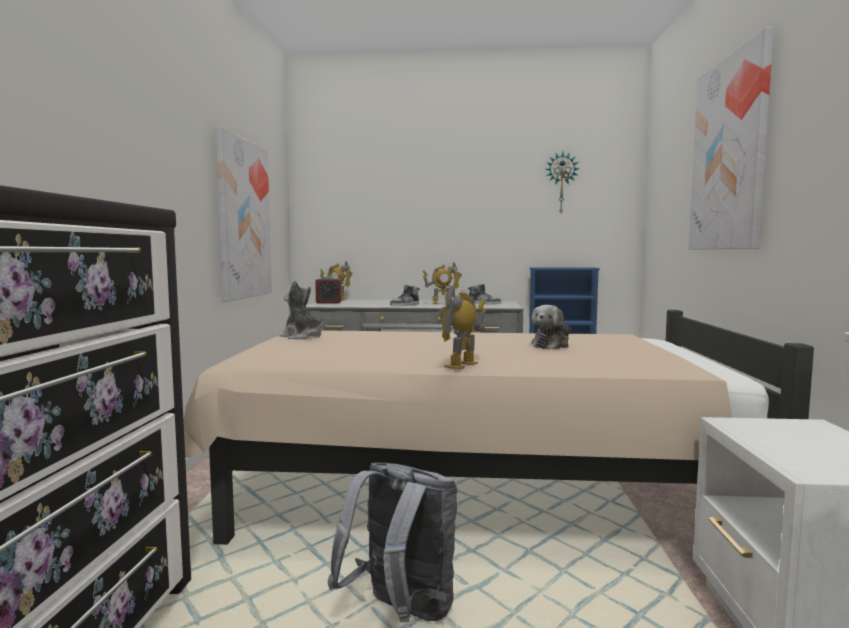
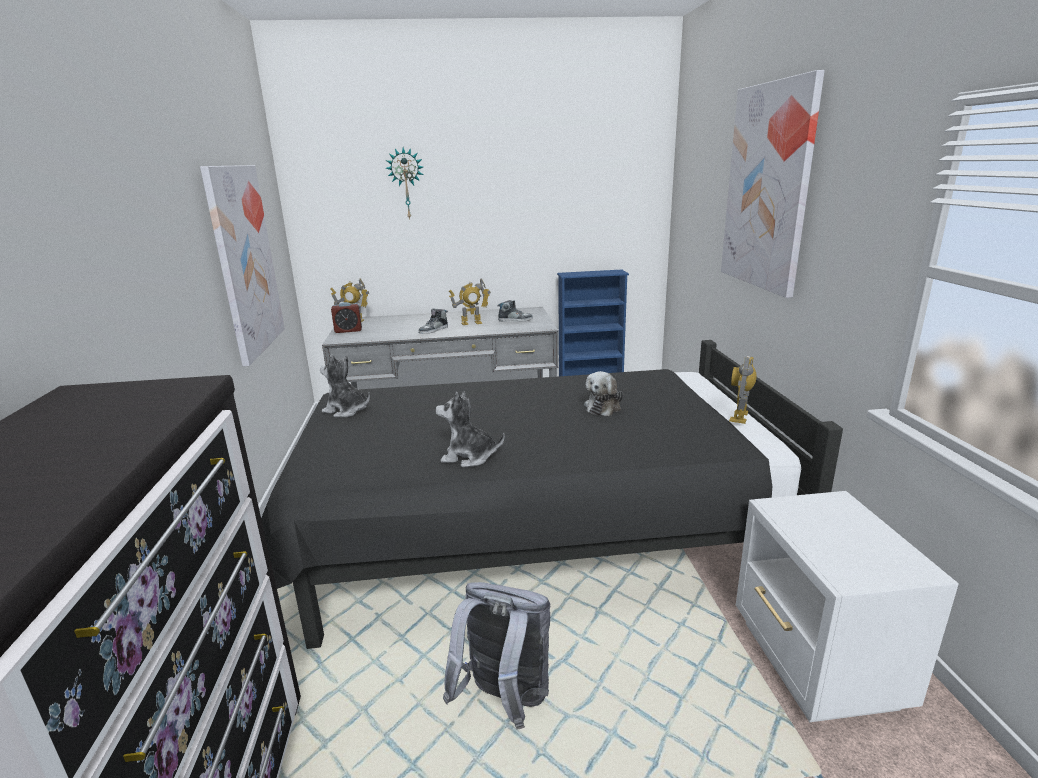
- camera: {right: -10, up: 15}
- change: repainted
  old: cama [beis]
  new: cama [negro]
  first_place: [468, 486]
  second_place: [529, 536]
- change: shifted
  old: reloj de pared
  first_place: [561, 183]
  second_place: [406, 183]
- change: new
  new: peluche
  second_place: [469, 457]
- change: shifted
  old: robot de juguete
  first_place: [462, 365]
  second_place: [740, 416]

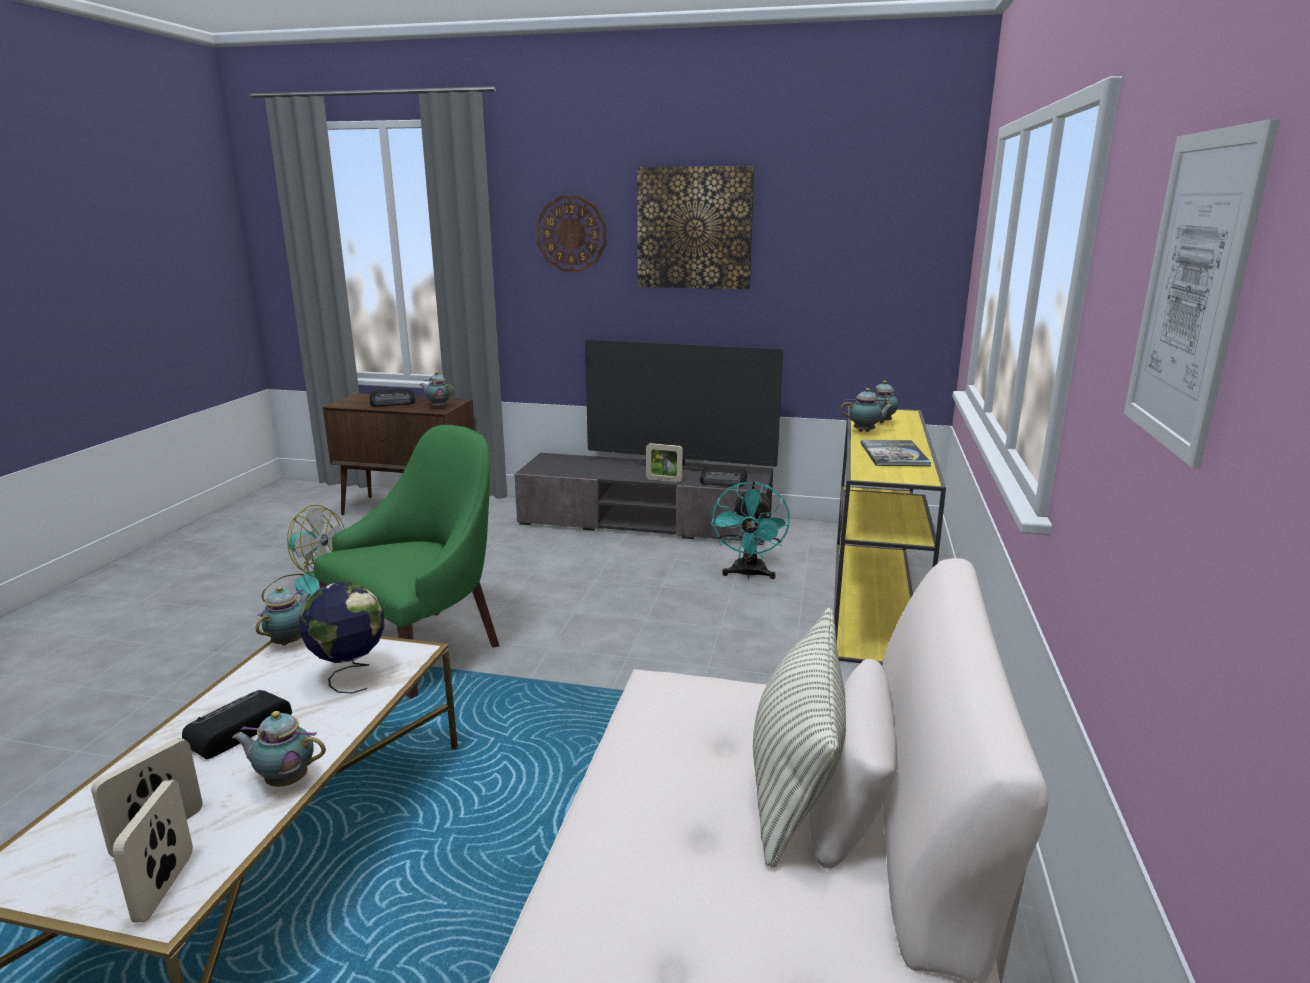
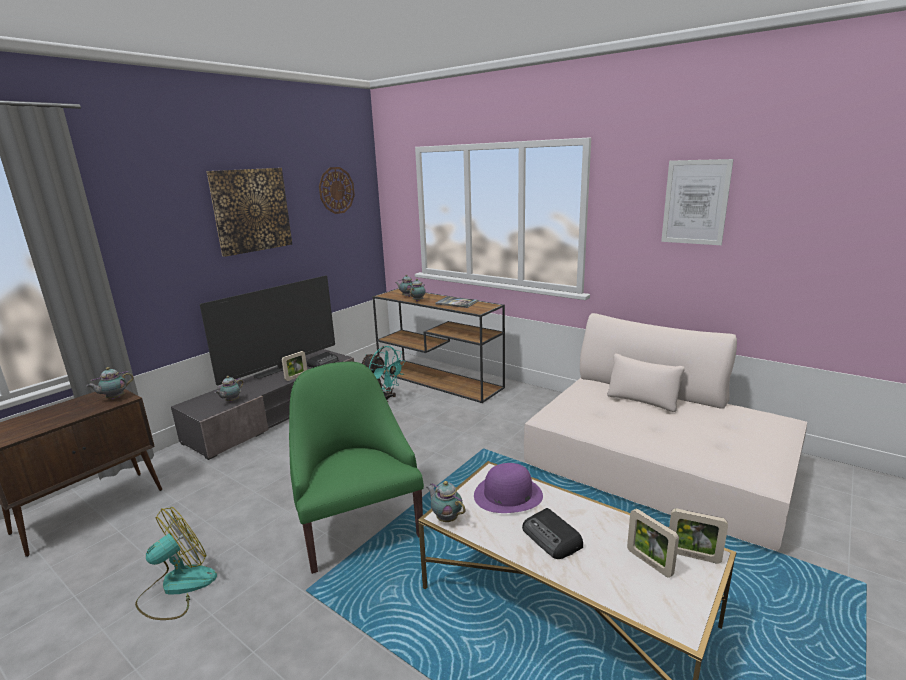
- camera: {right: -65, up: 0}
- change: shifted
  old: tetera
  first_place: [284, 780]
  second_place: [231, 401]
- change: shifted
  old: reloj de pared
  first_place: [571, 234]
  second_place: [336, 190]
- change: repainted
  old: mesa consola [amarillo]
  new: mesa consola [marrón]
  first_place: [874, 599]
  second_place: [440, 380]
- change: swapped
  old: globo terráqueo
  new: sombrero [morado]
  first_place: [350, 676]
  second_place: [507, 495]
- change: gone
  old: radio
  first_place: [393, 402]
- change: gone
  old: cojín
  first_place: [795, 779]

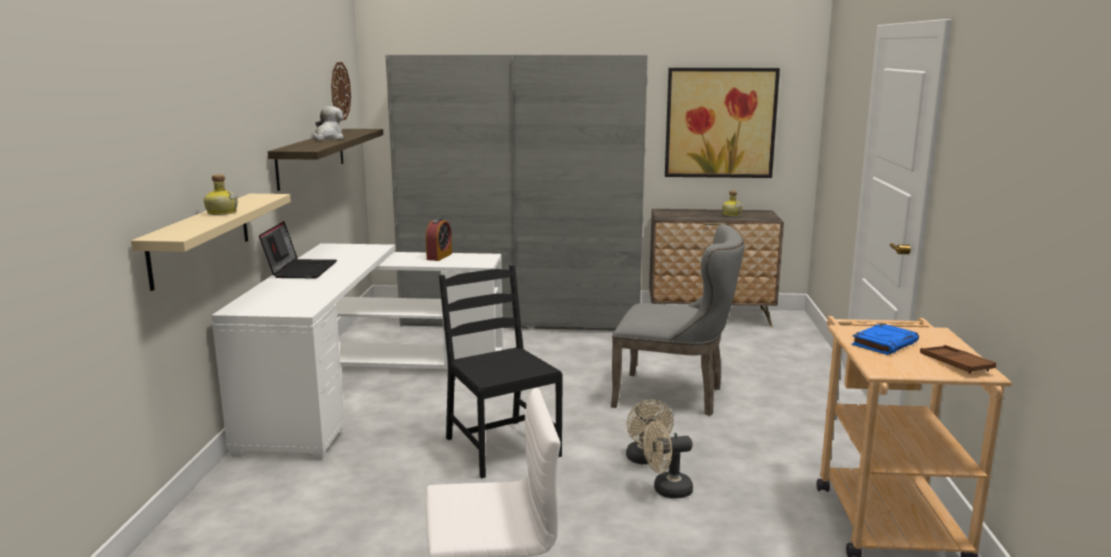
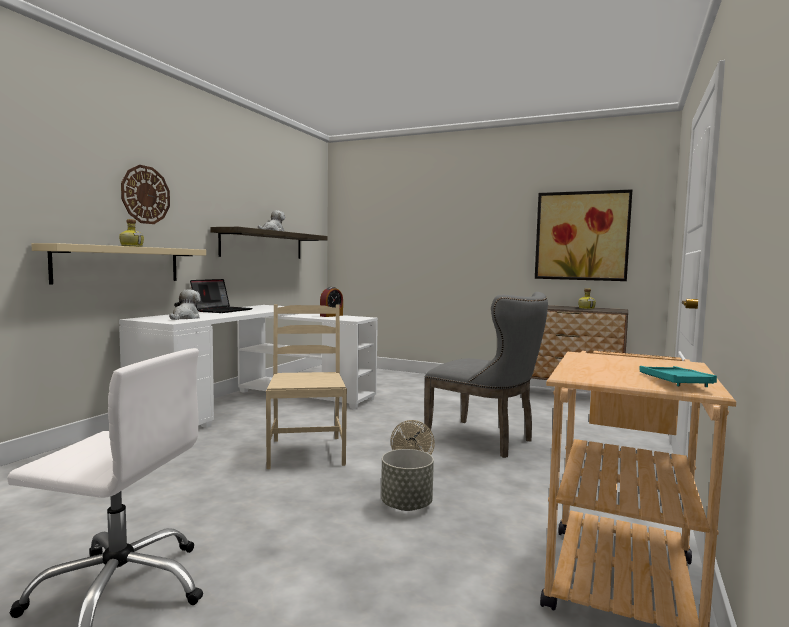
- camera: {right: 20, up: -10}
- change: shifted
  old: reloj de pared
  first_place: [340, 91]
  second_place: [145, 195]
- change: new
  new: peluche
  second_place: [185, 318]
- change: repainted
  old: silla [negro]
  new: silla [beis]
  first_place: [500, 447]
  second_place: [306, 451]
- change: swapped
  old: ventilador [beis]
  new: maceta [gris]
  first_place: [666, 490]
  second_place: [406, 505]
- change: repainted
  old: bandeja [marrón]
  new: bandeja [turquesa]
  first_place: [955, 364]
  second_place: [674, 381]
- change: gone
  old: armario ropero [gris]
  first_place: [523, 317]
- change: gone
  old: libro [azul]
  first_place: [884, 343]

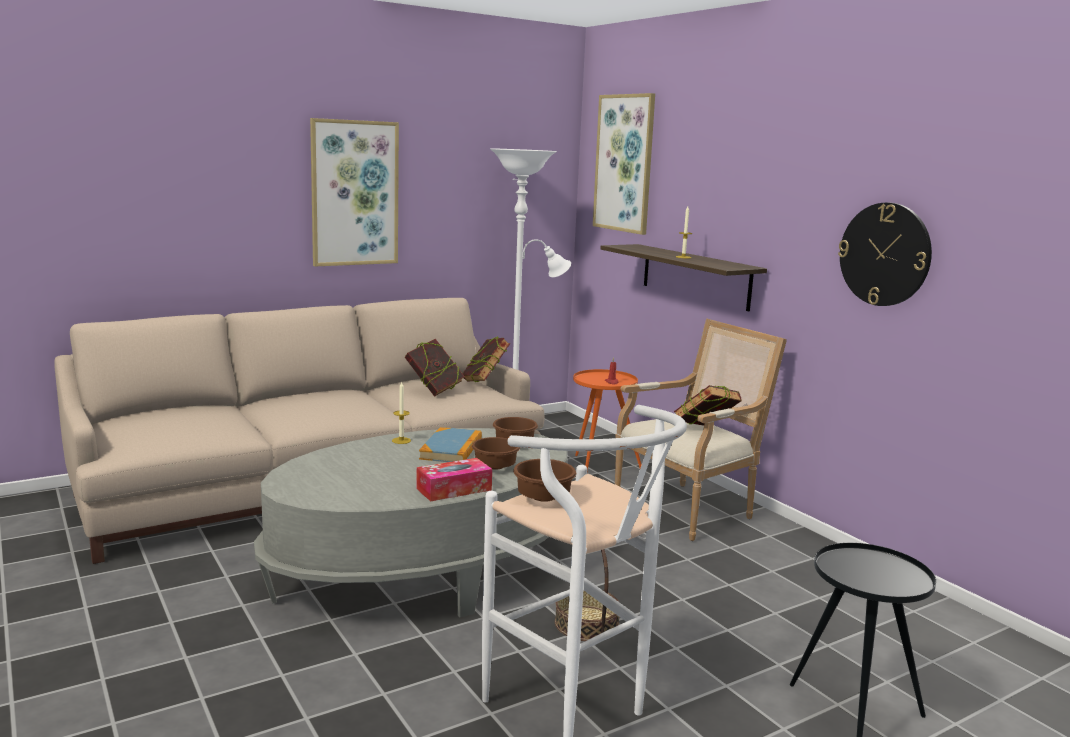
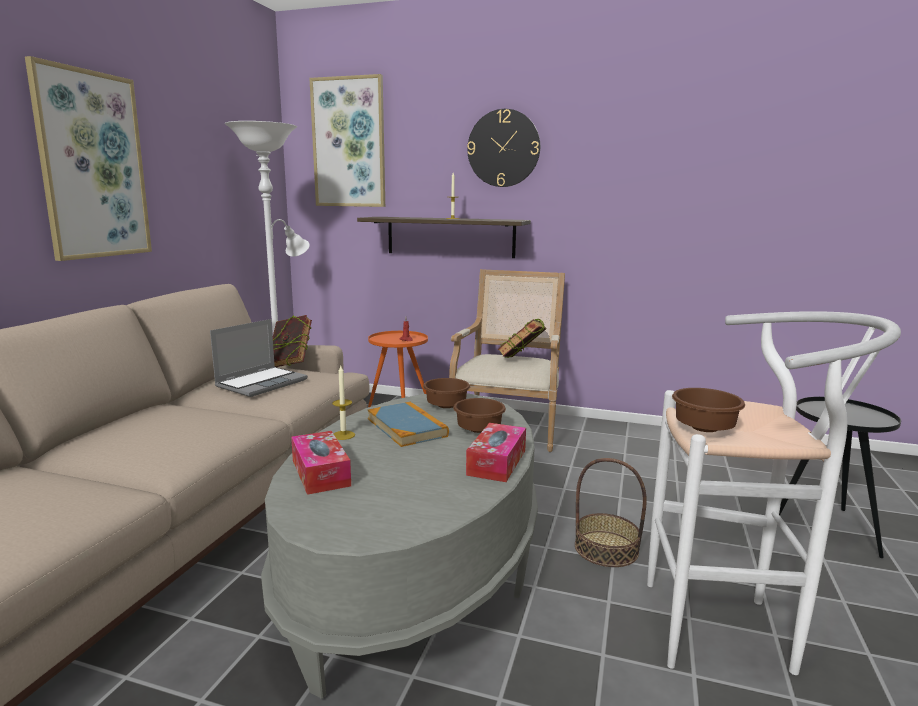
- camera: {right: -40, up: 0}
- change: swapped
  old: libro
  new: portátil
  first_place: [434, 391]
  second_place: [262, 383]
- change: new
  new: caja de pañuelos
  second_place: [320, 473]
- change: shifted
  old: reloj de pared
  first_place: [884, 254]
  second_place: [503, 148]

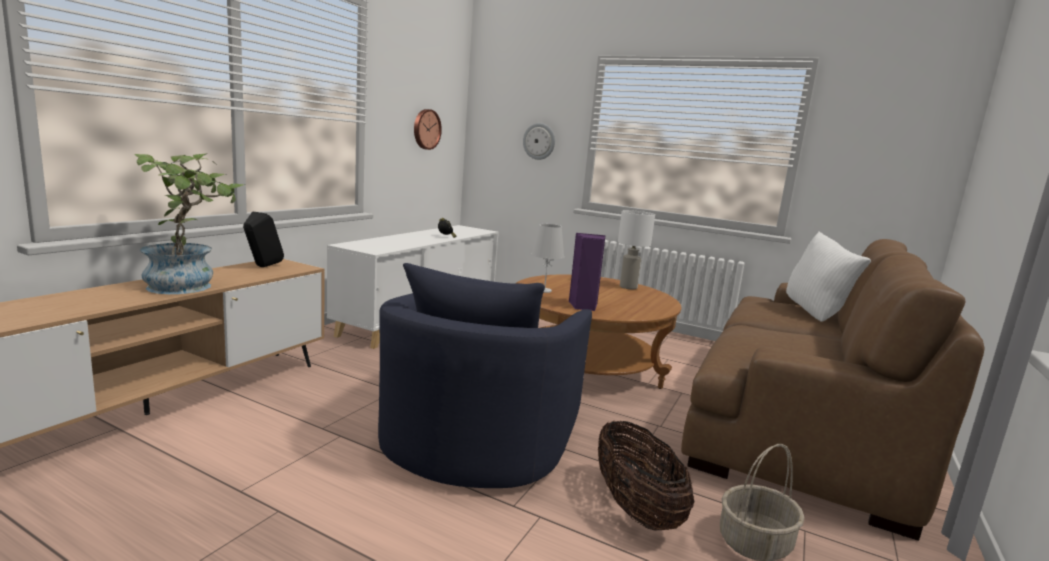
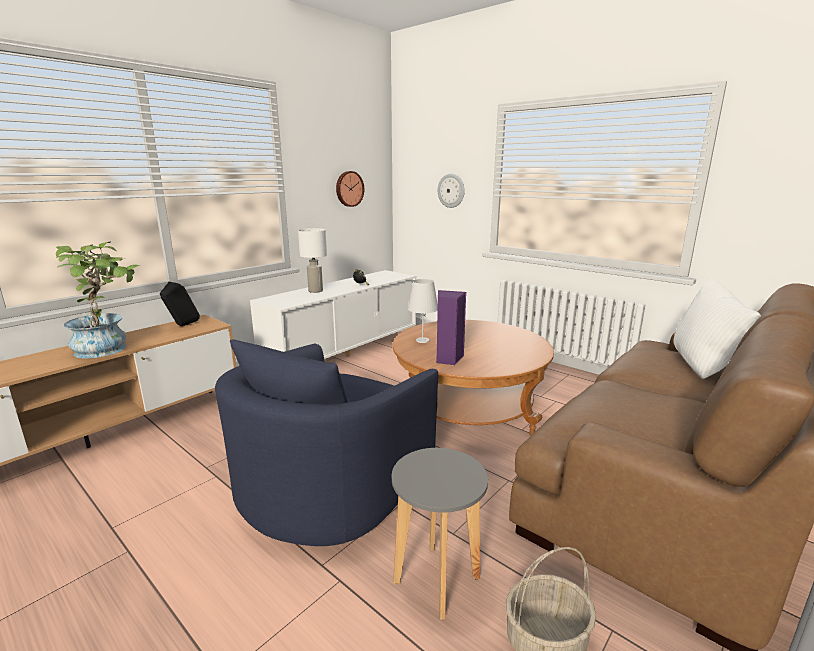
- camera: {right: 15, up: 5}
- change: shifted
  old: lámpara de mesa [blanco]
  first_place: [628, 287]
  second_place: [316, 291]
- change: swapped
  old: cesta
  new: taburete [gris]
  first_place: [635, 508]
  second_place: [437, 580]

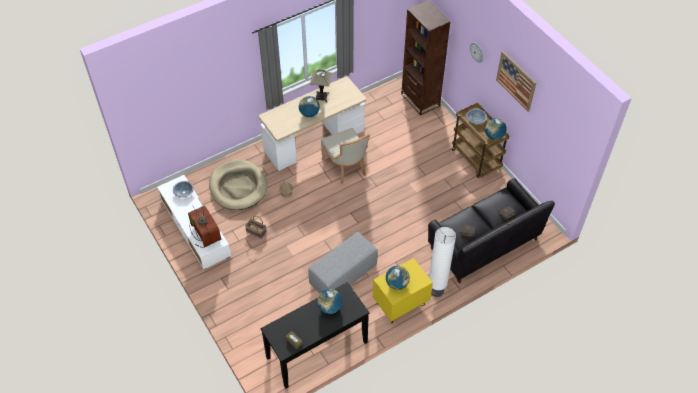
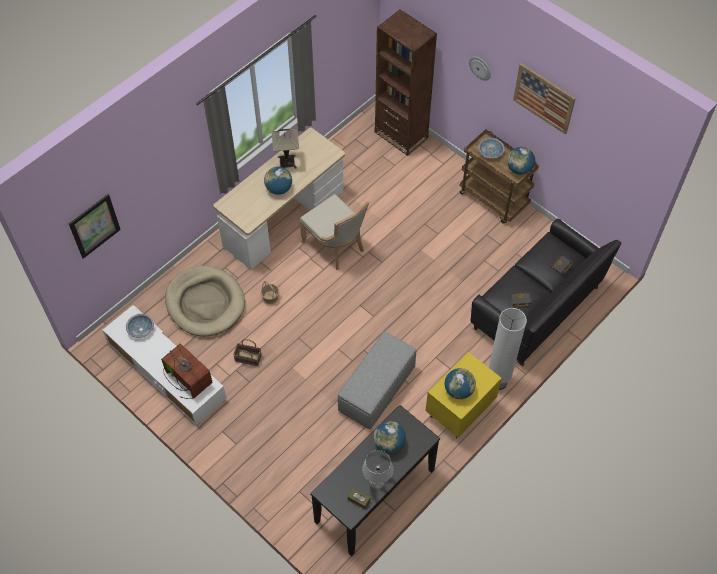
- camera: {right: -15, up: 5}
- change: new
  new: cuadro
  second_place: [94, 226]
- change: new
  new: lámpara de mesa [gris]
  second_place: [377, 483]

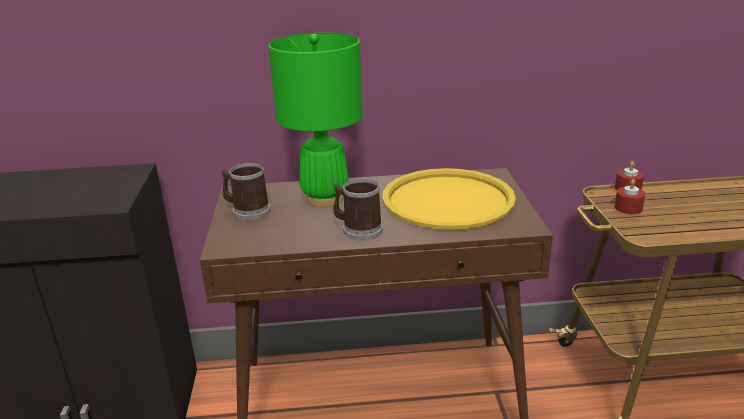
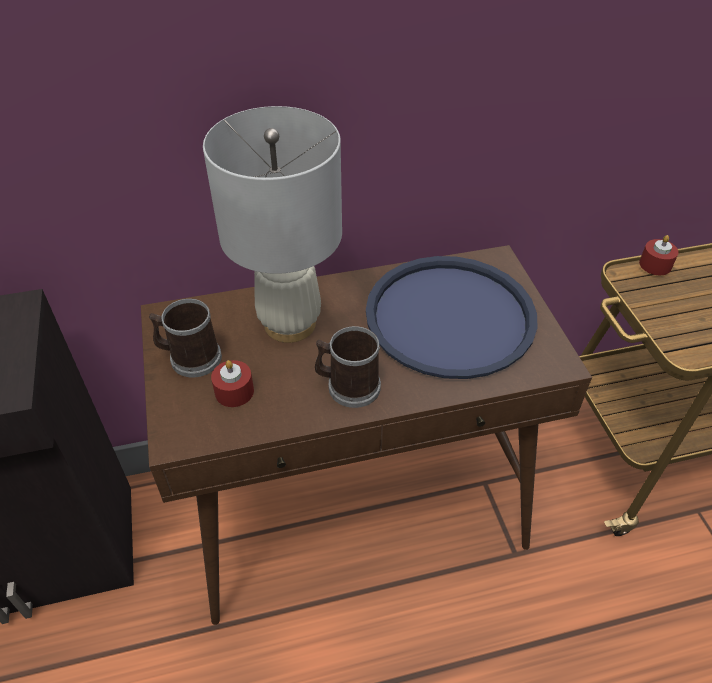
- camera: {right: -10, up: 20}
- change: repainted
  old: lámpara de mesa [verde]
  new: lámpara de mesa [blanco]
  first_place: [325, 198]
  second_place: [289, 324]
- change: shifted
  old: vela [rojo]
  first_place: [628, 208]
  second_place: [234, 391]
- change: repainted
  old: bandeja [amarillo]
  new: bandeja [azul]
  first_place: [448, 200]
  second_place: [450, 317]

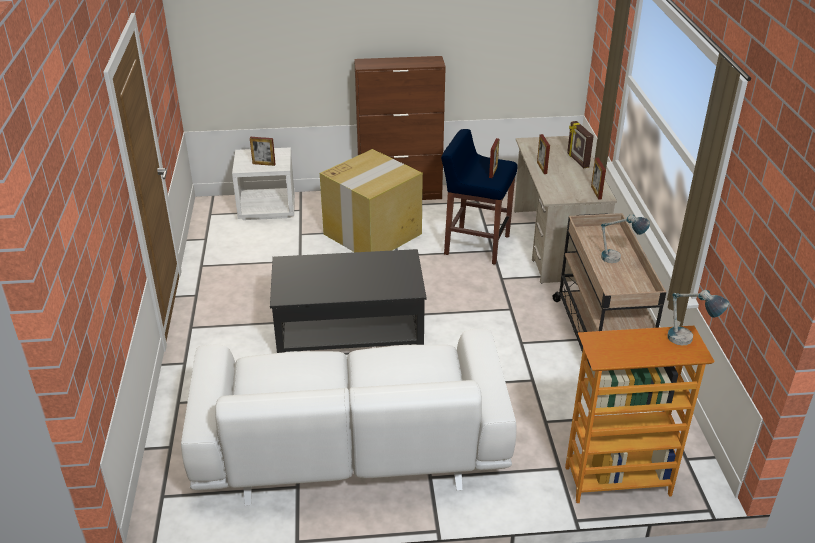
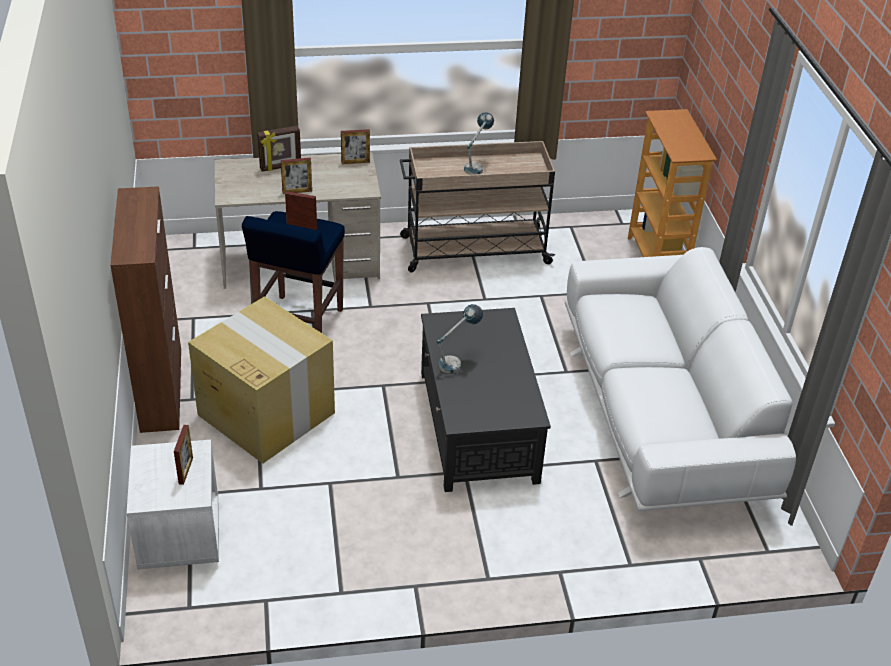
- camera: {right: -95, up: 5}
- change: shifted
  old: lámpara de mesa
  first_place: [688, 343]
  second_place: [457, 361]

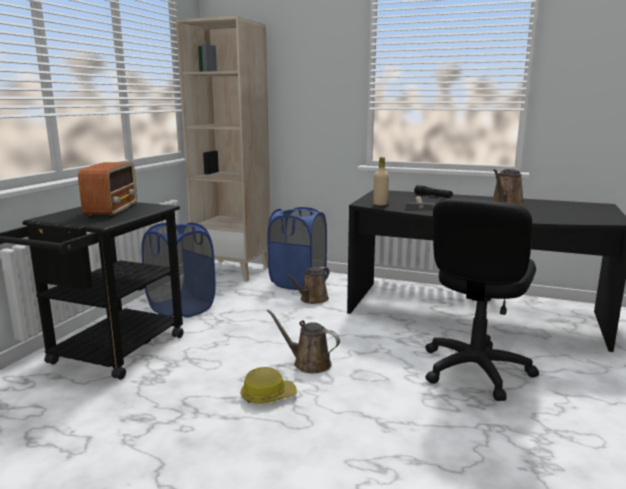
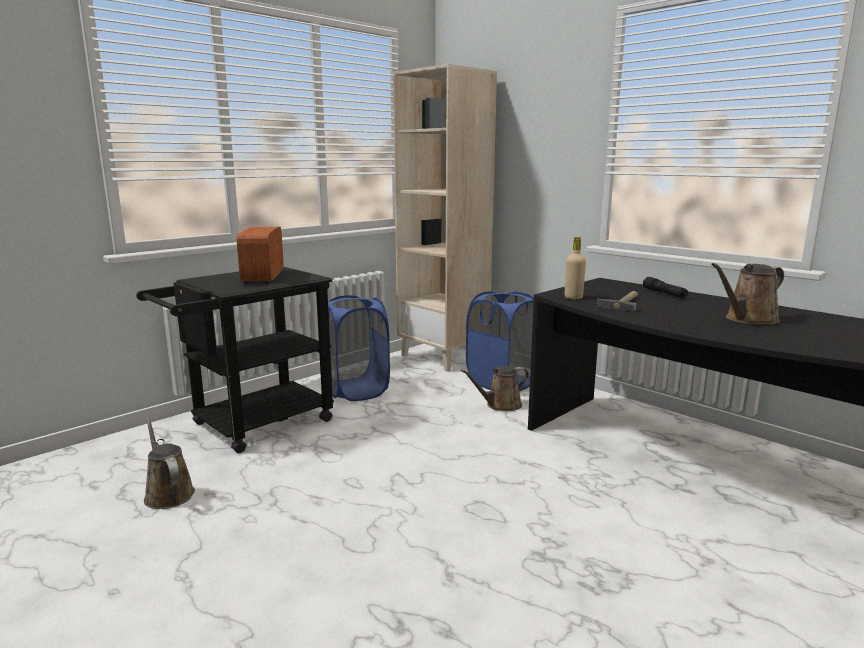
- camera: {right: 25, up: 0}
- change: shifted
  old: regadera [marrón]
  first_place: [308, 363]
  second_place: [168, 493]
- change: rotated
  old: radio
  first_place: [112, 210]
  second_place: [263, 277]
  degrees: 150
- change: gone
  old: casco
  first_place: [267, 395]
- change: gone
  old: silla de oficina [negro]
  first_place: [474, 370]

